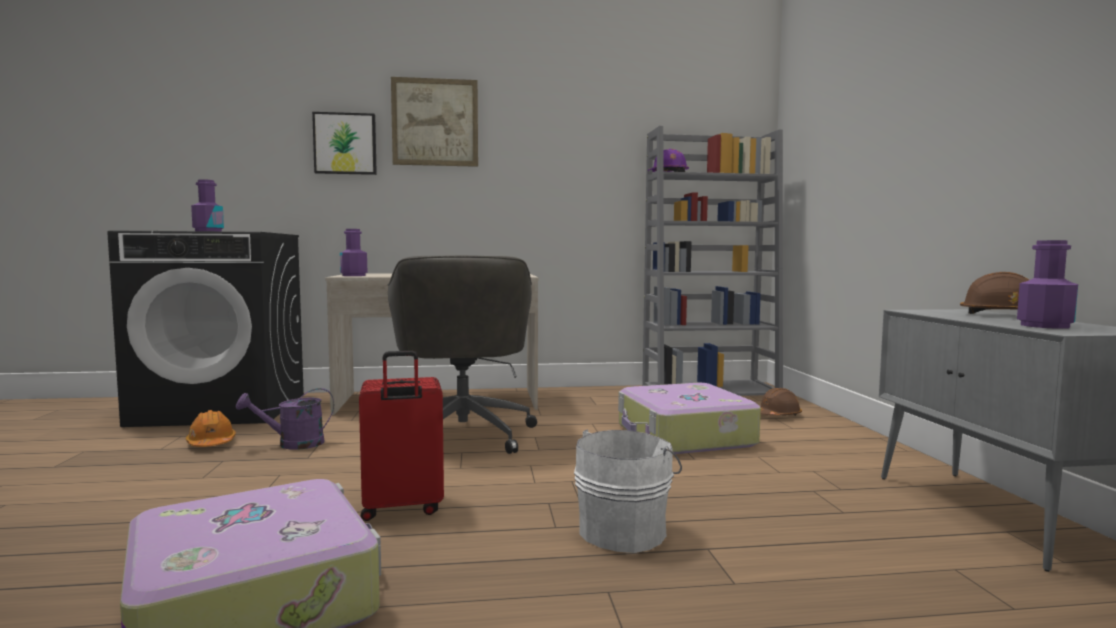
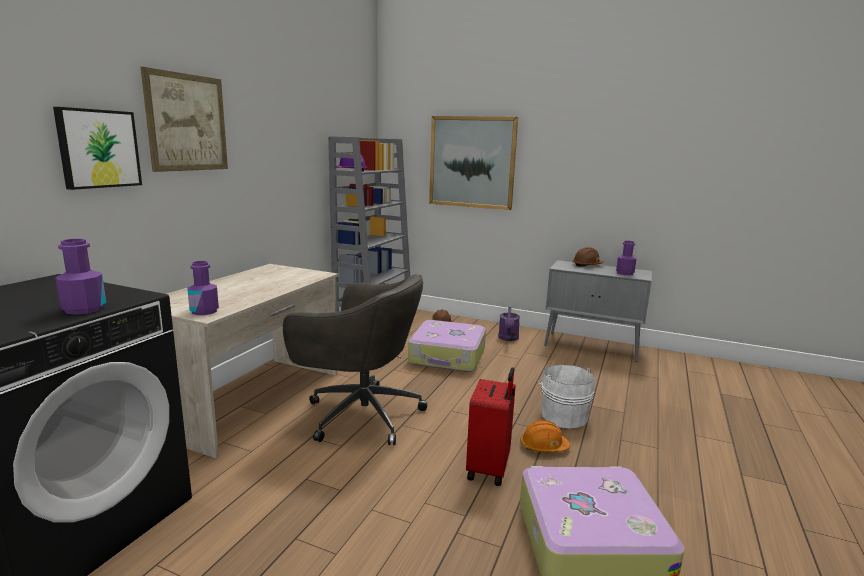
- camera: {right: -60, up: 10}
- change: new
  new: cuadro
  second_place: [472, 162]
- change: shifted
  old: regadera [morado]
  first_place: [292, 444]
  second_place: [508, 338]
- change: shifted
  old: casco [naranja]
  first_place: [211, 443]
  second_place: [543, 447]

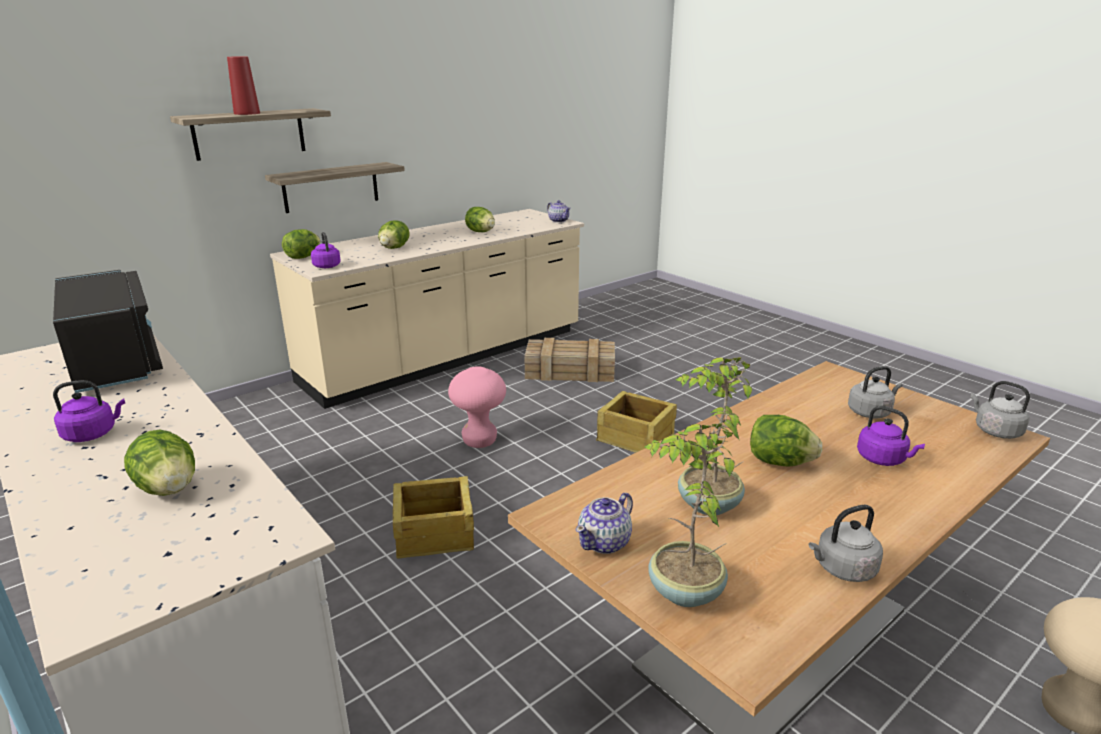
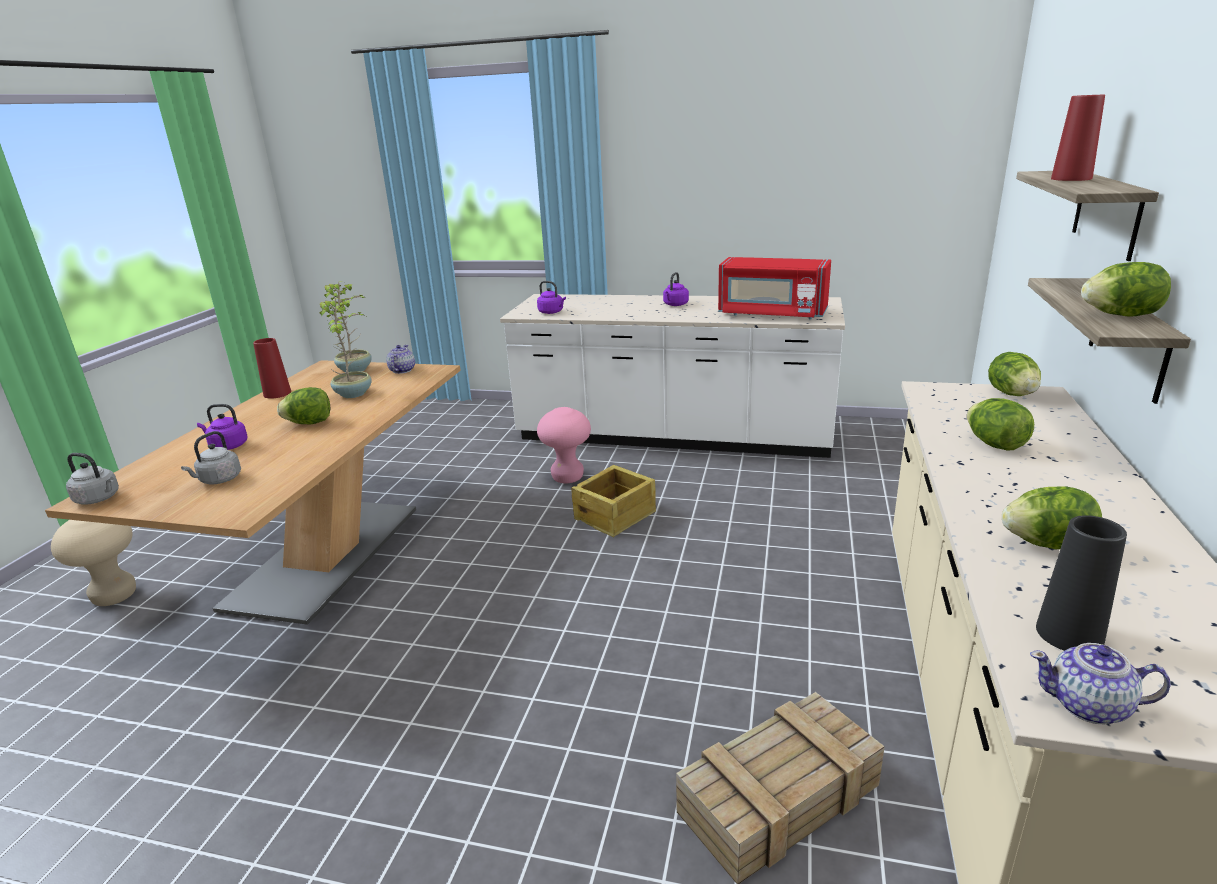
- camera: {right: 145, up: 0}
- change: swapped
  old: hervidor [gris]
  new: florero [rojo]
  first_place: [842, 569]
  second_place: [277, 393]
- change: shifted
  old: hervidor [morado]
  first_place: [326, 266]
  second_place: [552, 312]
- change: shifted
  old: taburete [rosa]
  first_place: [479, 441]
  second_place: [567, 478]
- change: repainted
  old: microondas [negro]
  new: microondas [rojo]
  first_place: [115, 362]
  second_place: [771, 314]
- change: new
  new: florero [negro]
  second_place: [1069, 634]
- change: shifted
  old: lechuga
  first_place: [169, 489]
  second_place: [1120, 315]
- change: gone
  old: caja de embalaje
  first_place: [636, 438]

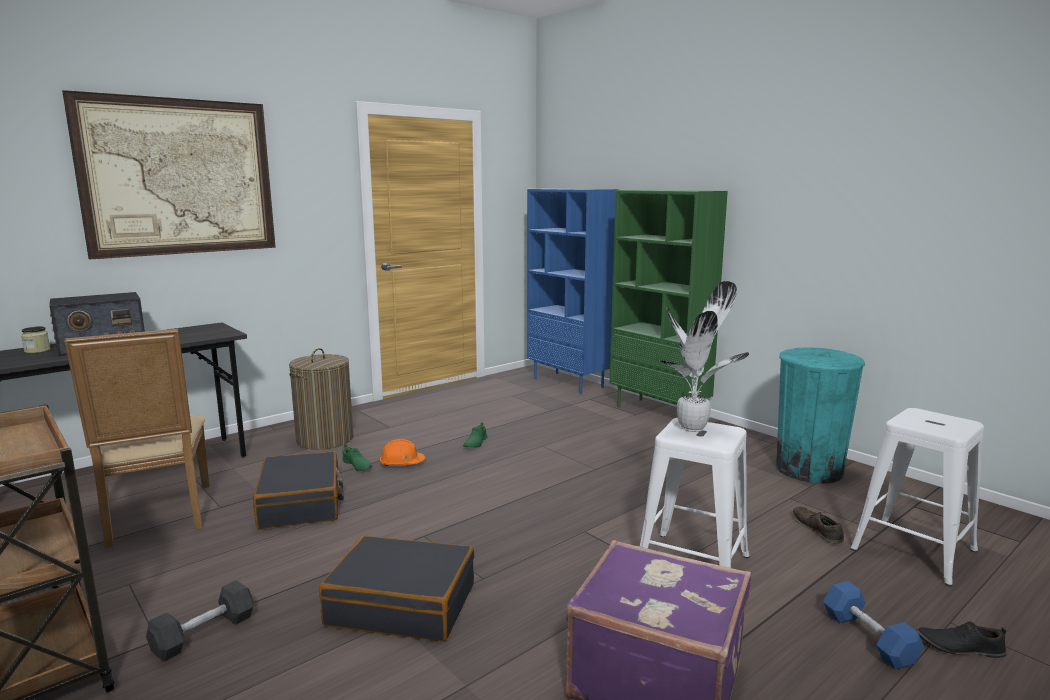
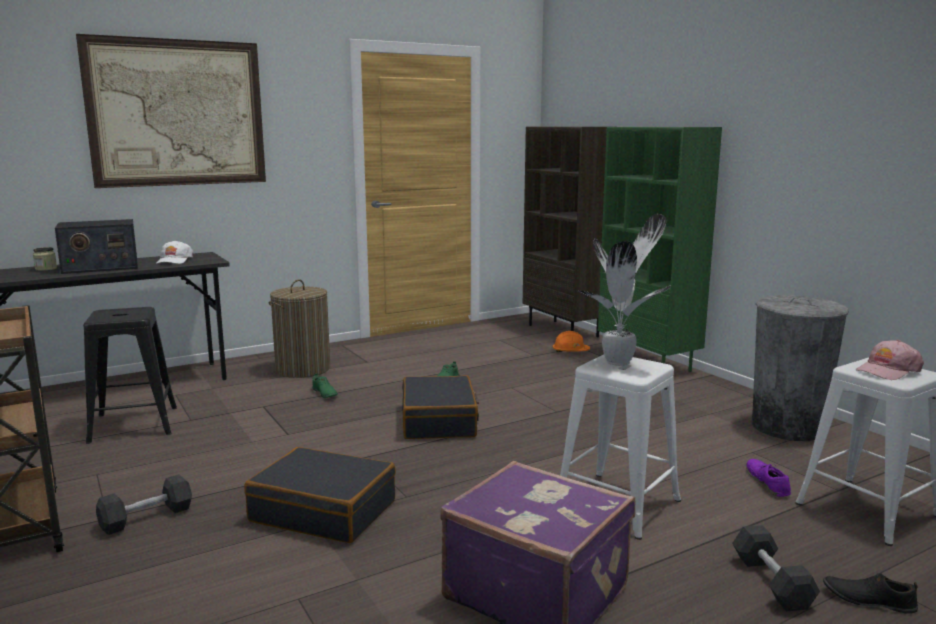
- camera: {right: 10, up: 0}
- change: swapped
  old: silla [beis]
  new: taburete [negro]
  first_place: [156, 518]
  second_place: [133, 424]
- change: new
  new: gorra [blanco]
  second_place: [174, 260]
- change: shifted
  old: maleta [negro]
  first_place: [301, 503]
  second_place: [439, 421]
- change: repainted
  old: estantería [azul]
  new: estantería [marrón]
  first_place: [569, 383]
  second_place: [564, 331]
- change: shifted
  old: casco [naranja]
  first_place: [401, 463]
  second_place: [570, 351]
- change: repainted
  old: mancuerna [azul]
  new: mancuerna [negro]
  first_place: [868, 638]
  second_place: [771, 582]
- change: repainted
  old: zapato [marrón]
  new: zapato [morado]
  first_place: [817, 529]
  second_place: [767, 482]
- change: repainted
  old: papelera [turquesa]
  new: papelera [gris]
  first_place: [809, 469]
  second_place: [788, 427]
- change: new
  new: gorra [rosa]
  second_place: [887, 370]

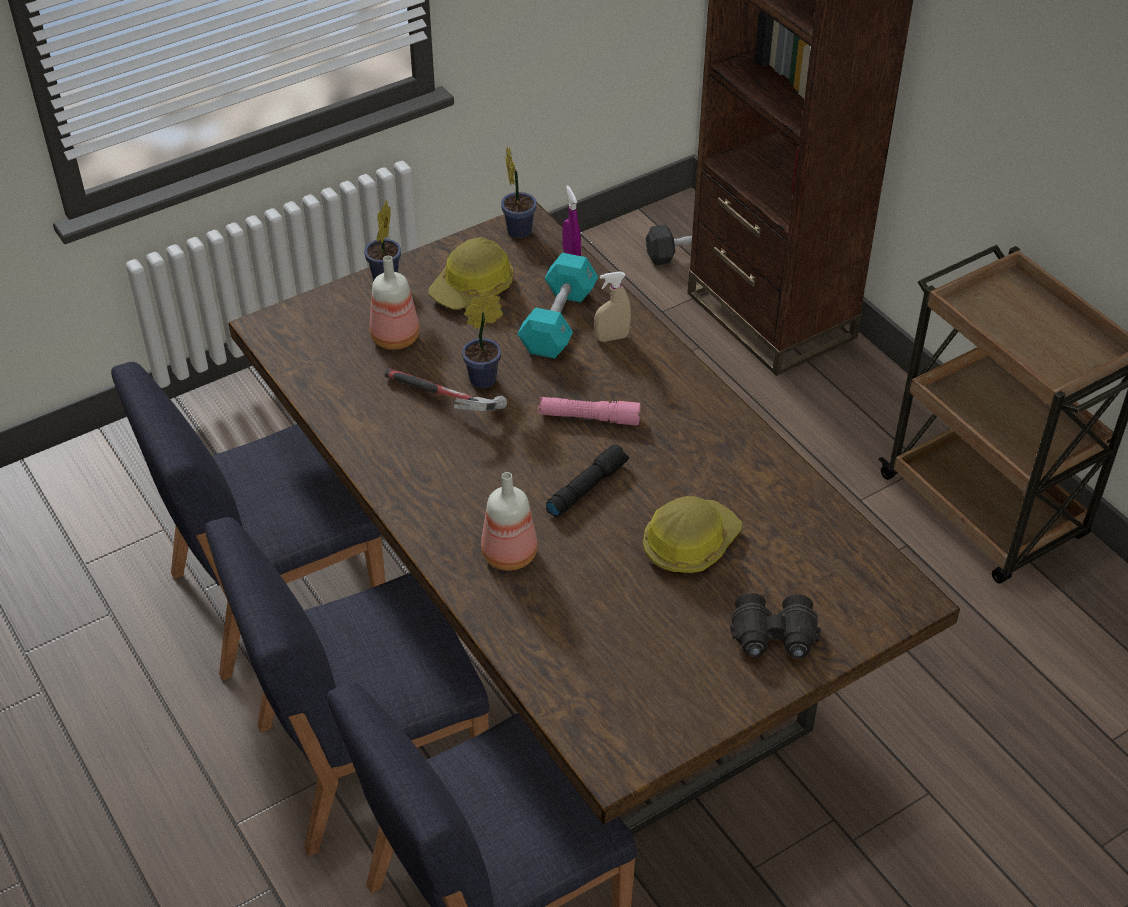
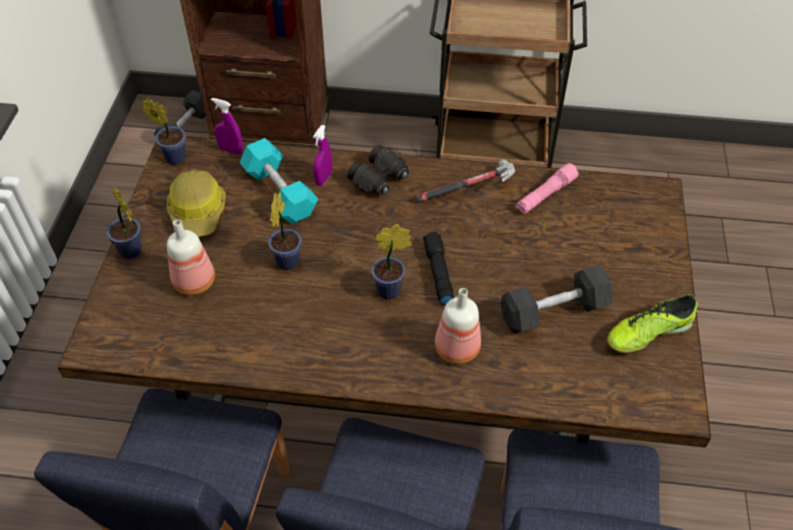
- camera: {right: -50, up: 5}
- change: repainted
  old: pulverizador [beis]
  new: pulverizador [morado]
  first_place: [612, 337]
  second_place: [323, 178]
- change: shifted
  old: prismáticos [negro]
  first_place: [774, 638]
  second_place: [380, 180]
- change: new
  new: planta en maceta
  second_place: [392, 290]
- change: shifted
  old: martillo
  first_place: [444, 403]
  second_place: [468, 191]
- change: new
  new: mancuerna [negro]
  second_place: [553, 311]
- change: shifted
  old: linterna [rosa]
  first_place: [588, 418]
  second_place: [545, 195]
- change: new
  new: zapato
  second_place: [648, 333]
- change: gone
  old: casco
  first_place: [689, 543]

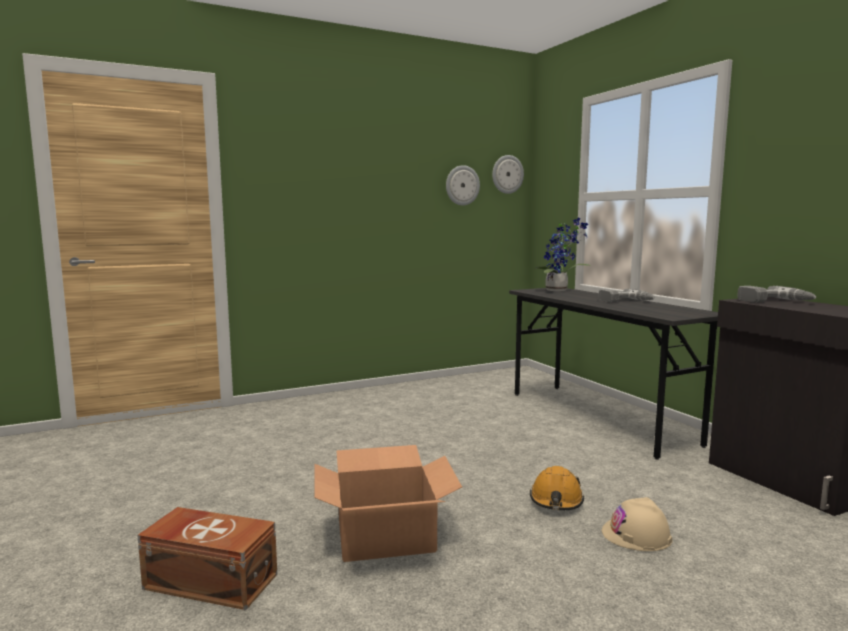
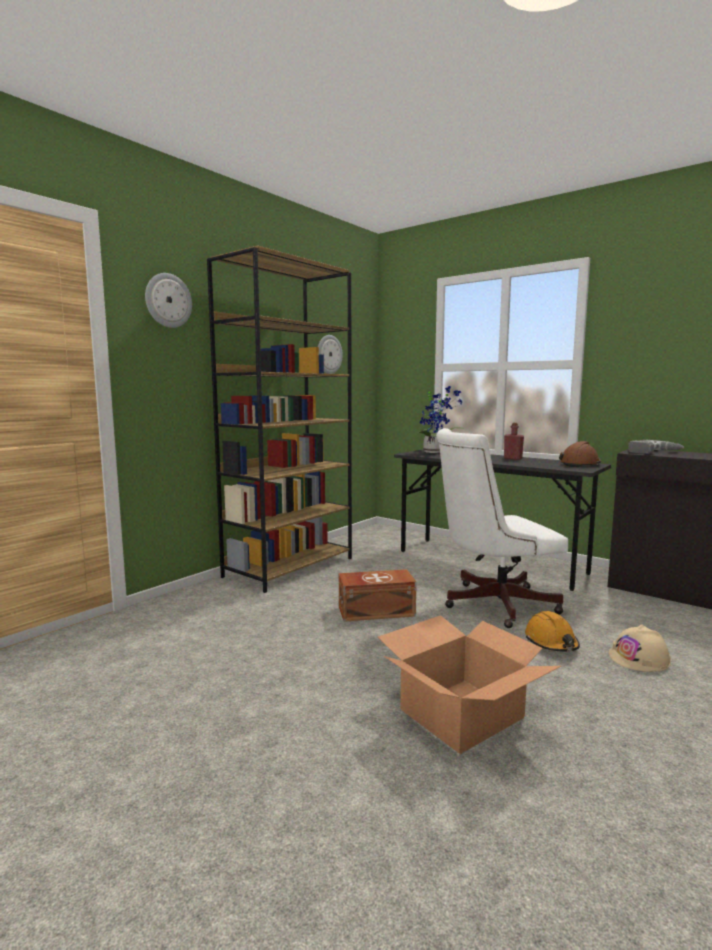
- camera: {right: -25, up: 0}
- change: shifted
  old: reloj de pared
  first_place: [507, 174]
  second_place: [168, 300]
- change: new
  new: estantería [marrón]
  second_place: [289, 567]
- change: shifted
  old: caja de almacenaje [marrón]
  first_place: [210, 580]
  second_place: [375, 610]
- change: new
  new: silla de oficina [blanco]
  second_place: [492, 604]
- change: swapped
  old: taladro
  new: botella [rojo]
  first_place: [626, 301]
  second_place: [512, 458]
- change: new
  new: casco [marrón]
  second_place: [580, 464]

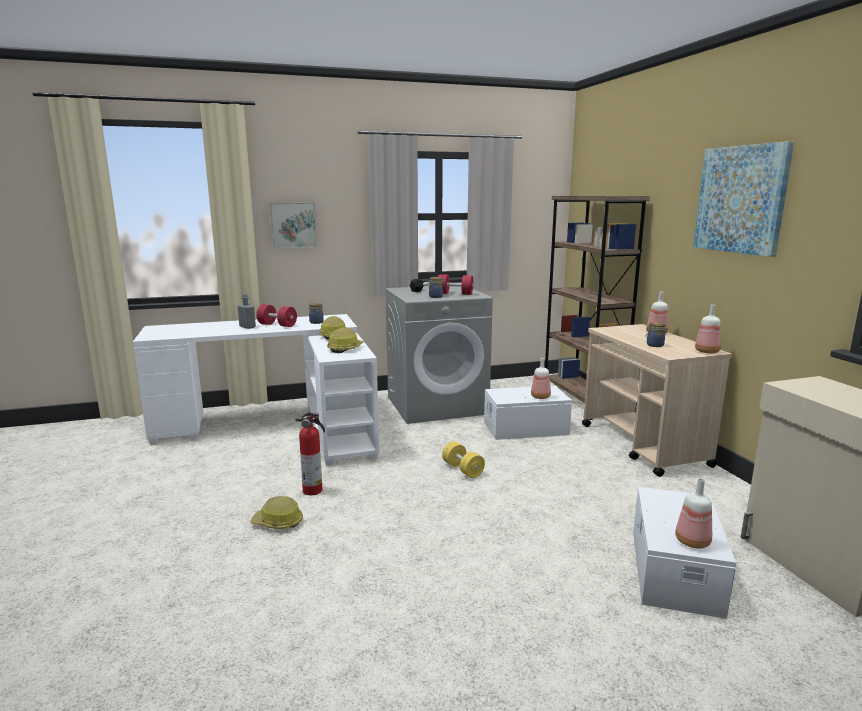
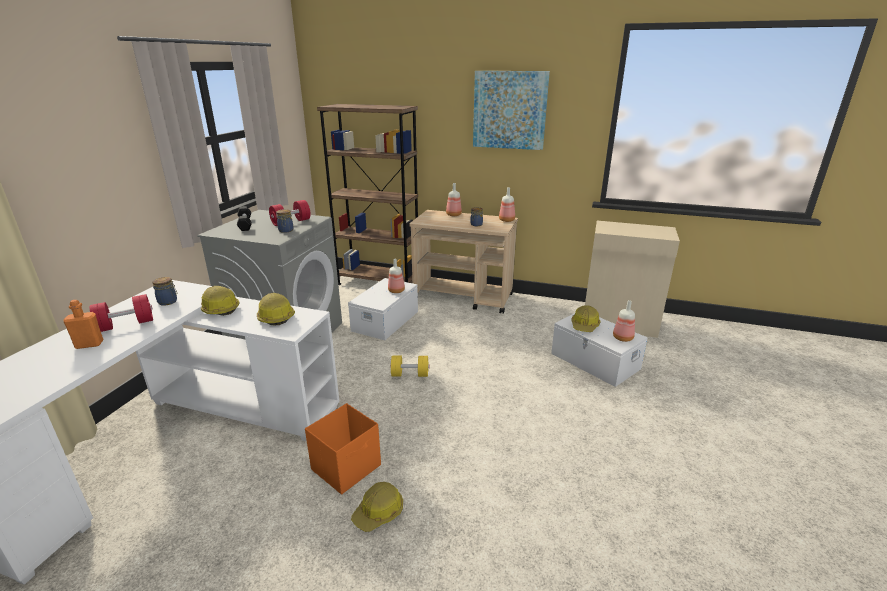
- camera: {right: -55, up: 10}
- change: repainted
  old: botella [gris]
  new: botella [naranja]
  first_place: [247, 327]
  second_place: [89, 344]
- change: swapped
  old: extintor
  new: caja de almacenaje [naranja]
  first_place: [314, 490]
  second_place: [347, 467]
- change: new
  new: casco
  second_place: [584, 325]
- change: gone
  old: cuadro
  first_place: [293, 225]

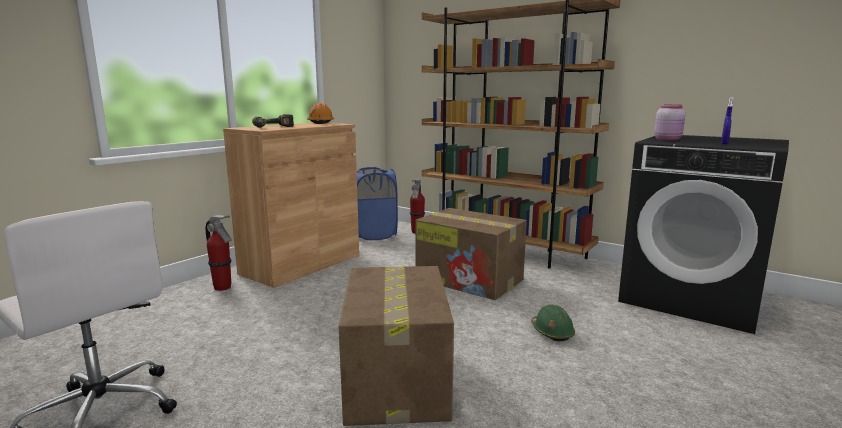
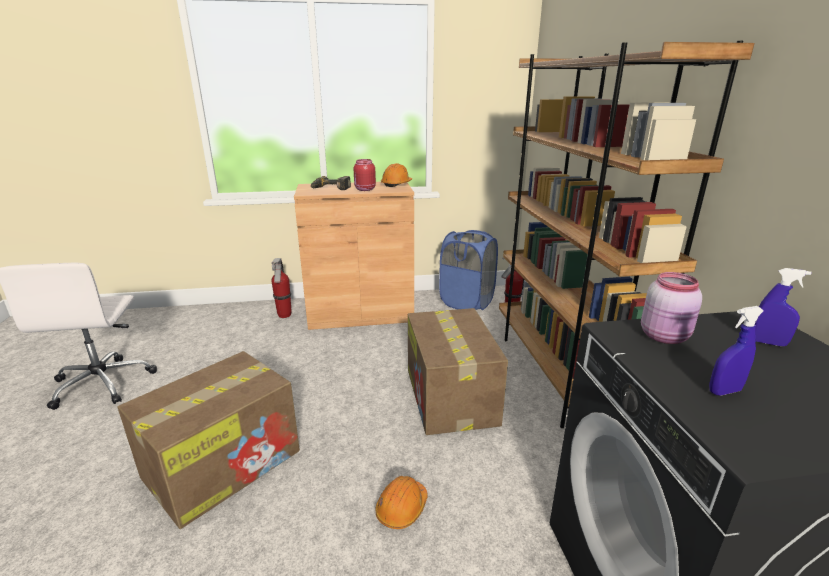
- camera: {right: 45, up: 10}
- change: new
  new: tarro [rojo]
  second_place: [364, 189]
- change: repainted
  old: casco [verde]
  new: casco [naranja]
  first_place: [552, 332]
  second_place: [402, 508]
- change: new
  new: pulverizador [azul]
  second_place: [767, 342]

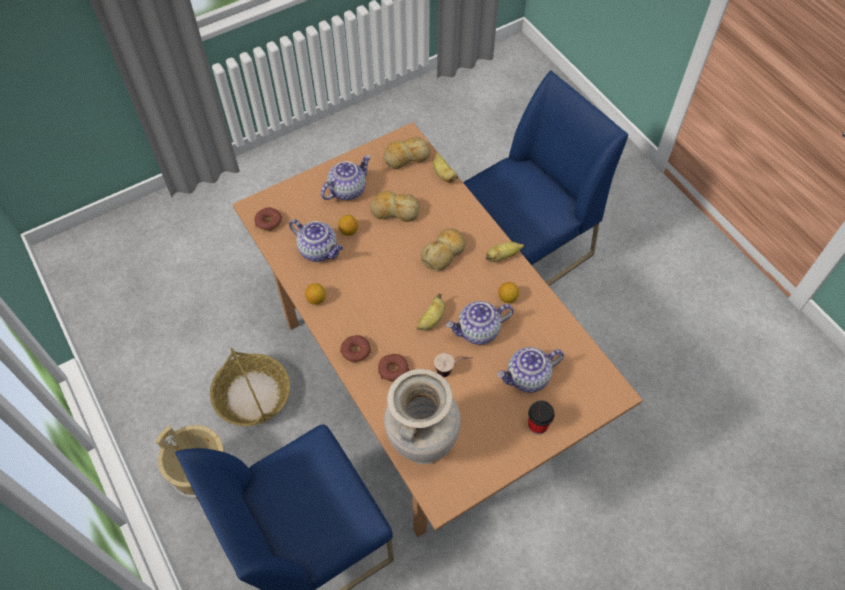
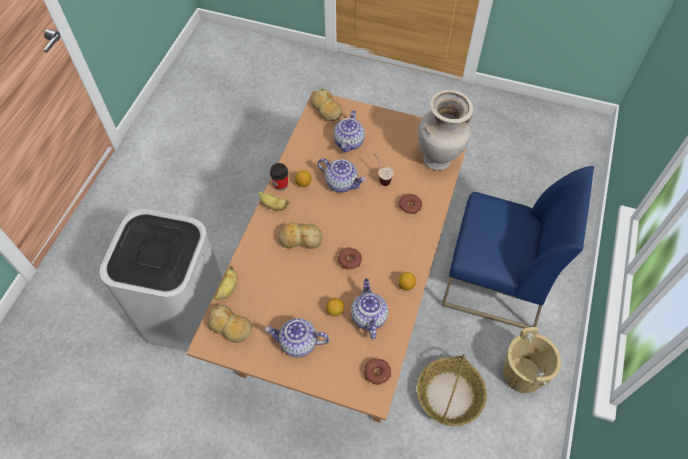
- camera: {right: -130, up: 0}
- change: swapped
  old: silla [azul]
  new: papelera [blanco]
  first_place: [523, 251]
  second_place: [185, 313]
- change: shifted
  old: taza
  first_place: [537, 425]
  second_place: [280, 185]
- change: shifted
  old: pan
  first_place: [394, 211]
  second_place: [326, 110]
- change: rotated
  old: tetera
  first_place: [527, 378]
  second_place: [349, 142]
  degrees: 75
- change: shifted
  old: rosquilla
  first_place: [355, 351]
  second_place: [349, 260]
- change: gone
  old: plátano
  first_place: [431, 320]

